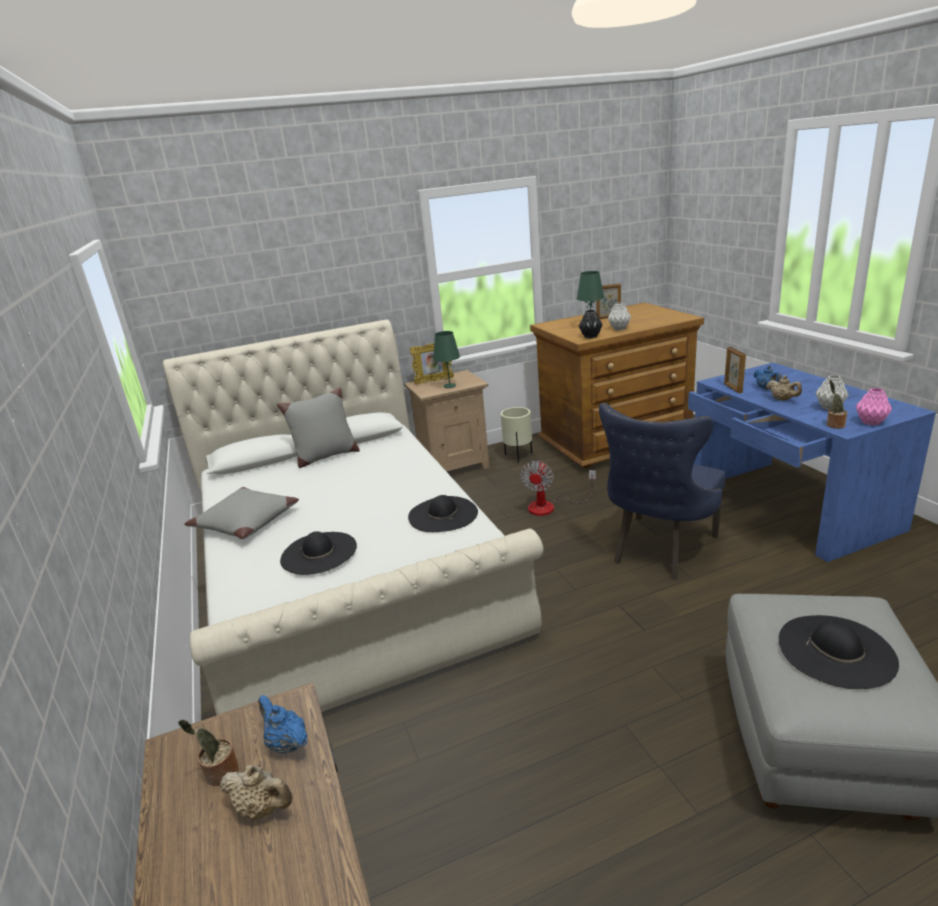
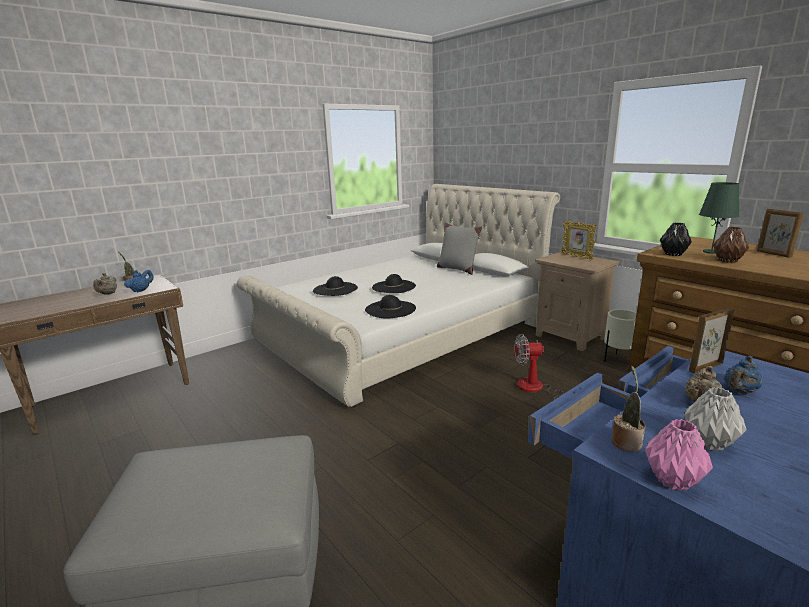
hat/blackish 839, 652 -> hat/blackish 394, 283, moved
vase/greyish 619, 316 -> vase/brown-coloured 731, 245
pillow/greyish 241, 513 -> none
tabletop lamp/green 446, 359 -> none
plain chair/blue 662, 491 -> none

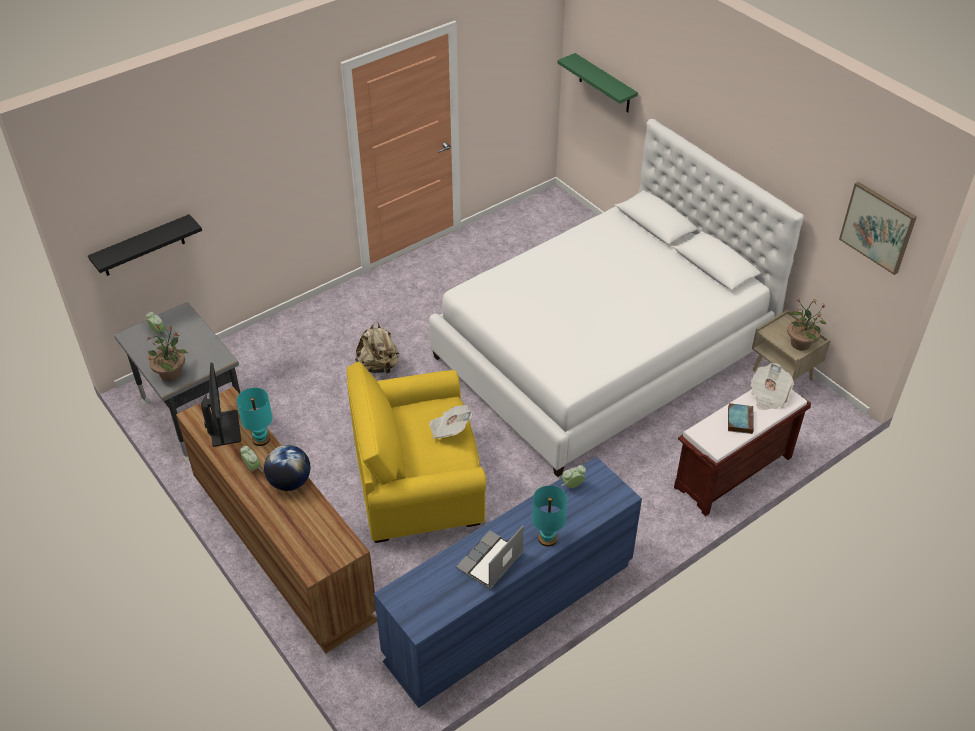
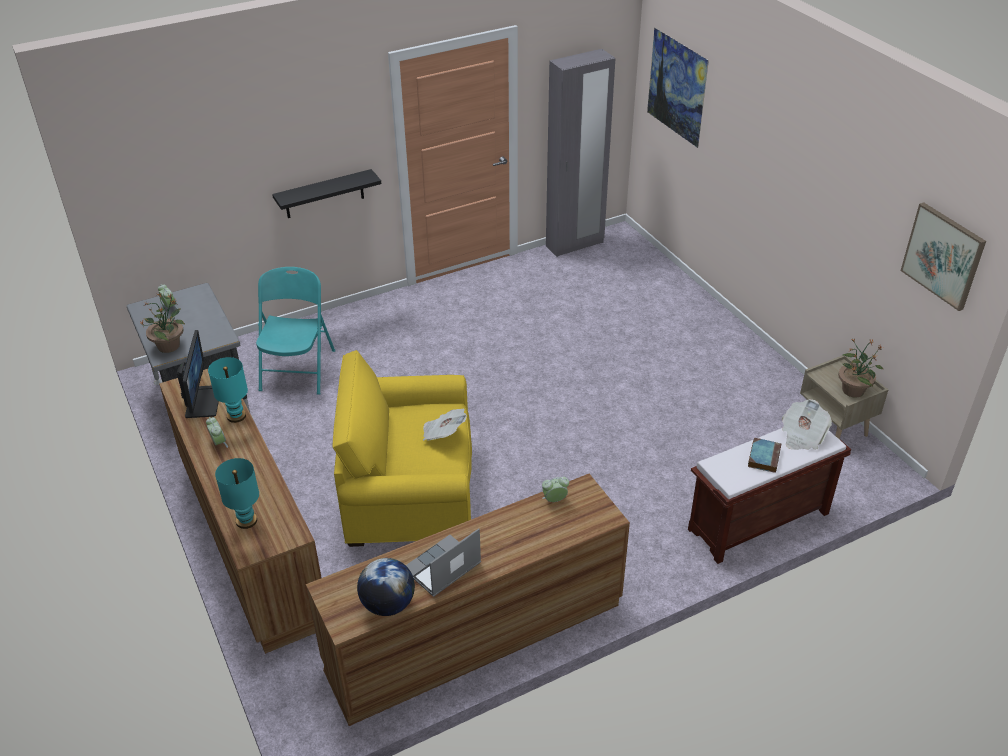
tabletop lamp/turquoise-coloured 549, 516 -> tabletop lamp/turquoise-coloured 237, 493, moved
none -> plain chair/turquoise-coloured 295, 331
bracket shelf/blackish 145, 245 -> bracket shelf/blackish 326, 193, moved
chest of drawers/blue 508, 582 -> chest of drawers/brown-coloured 468, 600
globe 287, 468 -> globe 386, 587, moved
none -> armoire/greyish 580, 153
bracket shelf/green 597, 82 -> picture 678, 87
backpack/sand-coloured 377, 348 -> none
sleeping bed/white-coloured 616, 298 -> none

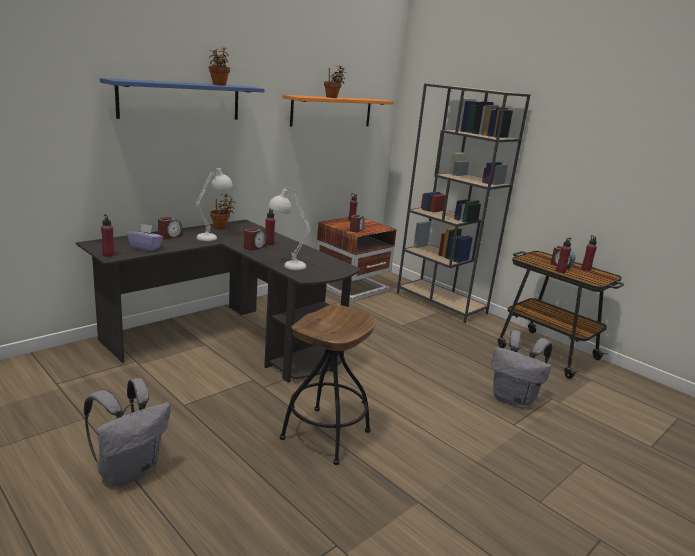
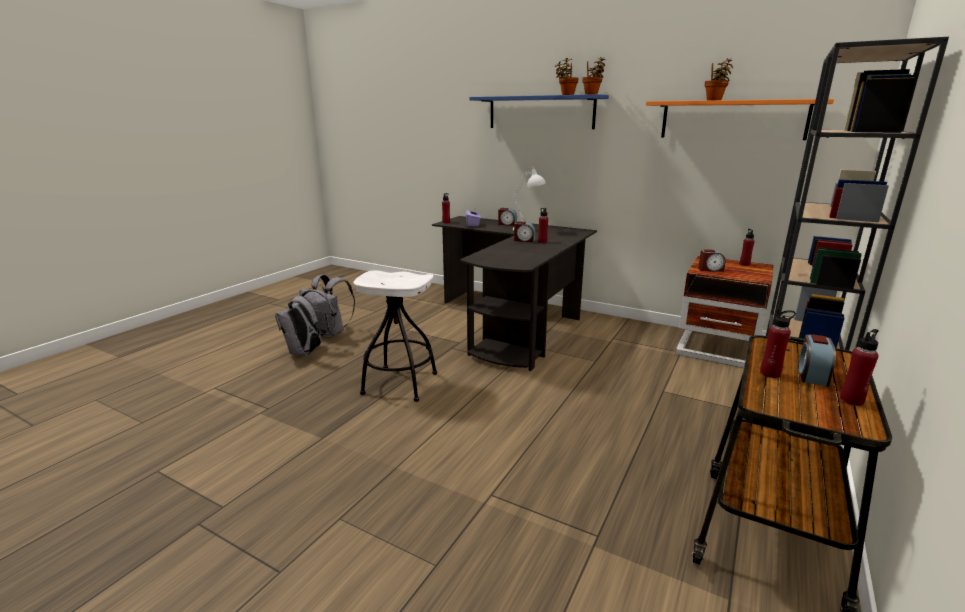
backpack/greyish 521, 369 -> backpack/greyish 305, 322, moved
stool/brown-coloured 328, 385 -> stool/white-coloured 395, 336
plant in a pot 223, 211 -> plant in a pot 594, 76, moved
tabletop lamp/white-coloured 289, 228 -> none

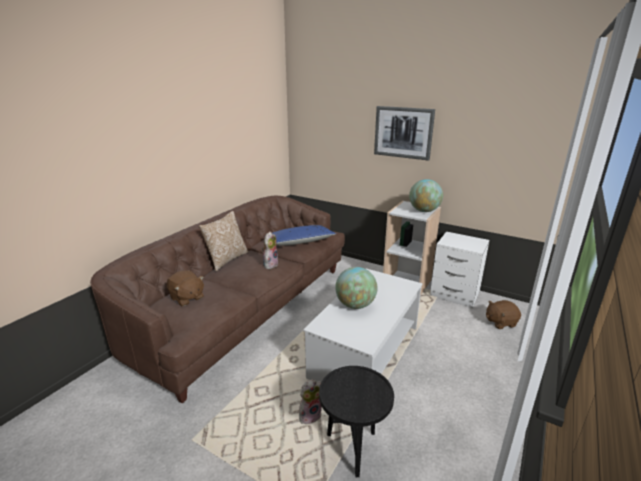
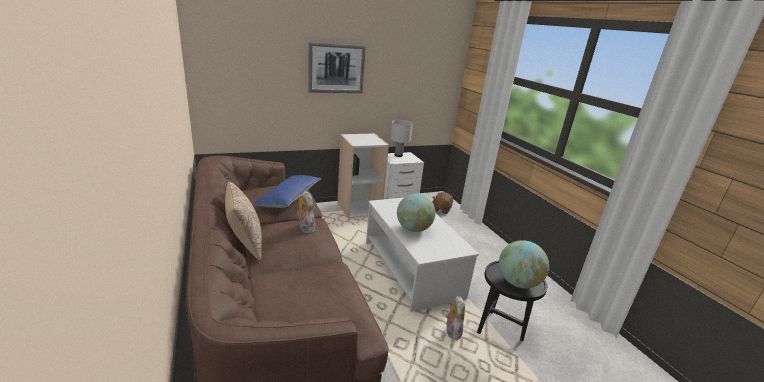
none -> tabletop lamp/white-coloured 401, 138
globe 426, 195 -> globe 524, 264, moved
cuddly toy/brown-coloured 185, 289 -> none

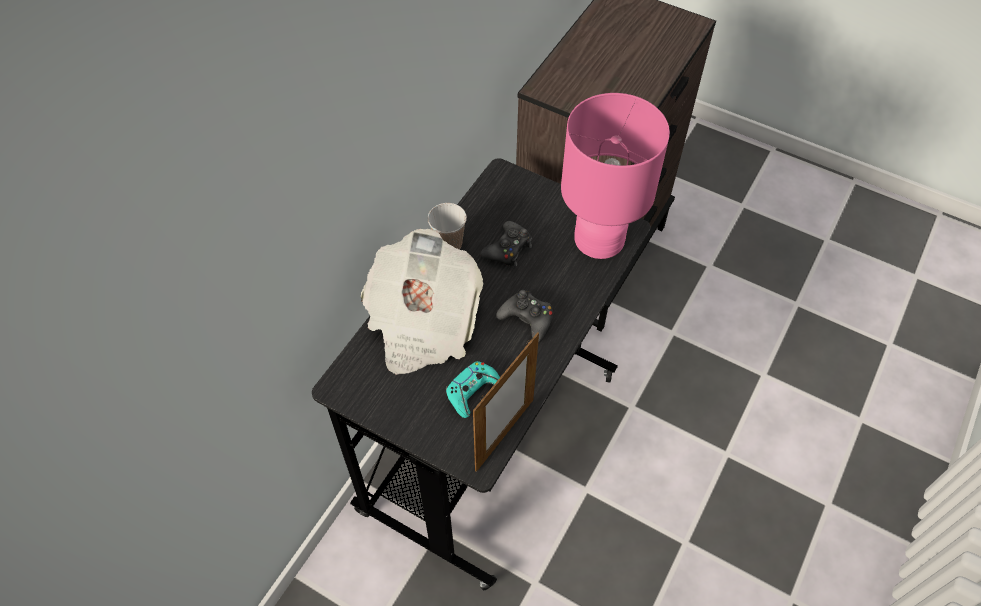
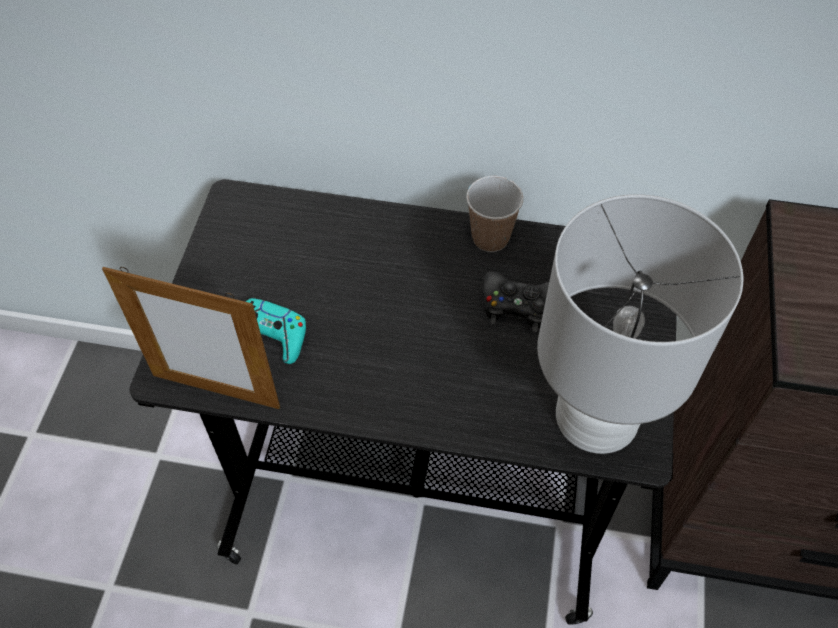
tabletop lamp/pinkish 615, 176 -> tabletop lamp/greyish 640, 324
newspaper 422, 302 -> none
gamepad/blackish 525, 316 -> none

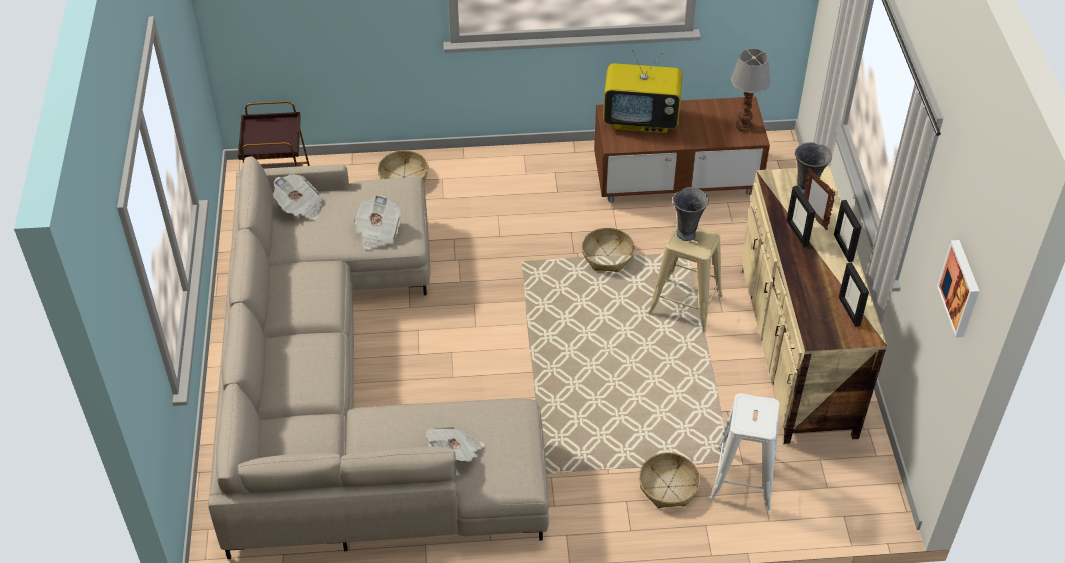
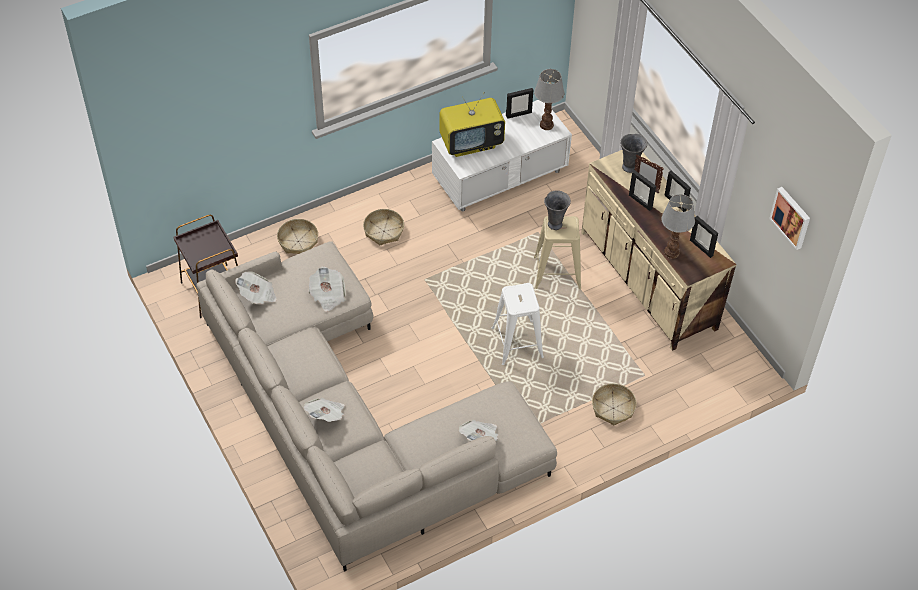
none -> newspaper 324, 410
storage basket 608, 250 -> storage basket 383, 227, moved
tv stand/brown-coloured 682, 150 -> tv stand/white-coloured 502, 155
stool/white-coloured 745, 451 -> stool/white-coloured 518, 324, moved
none -> standing frame 519, 103
none -> tabletop lamp 678, 226

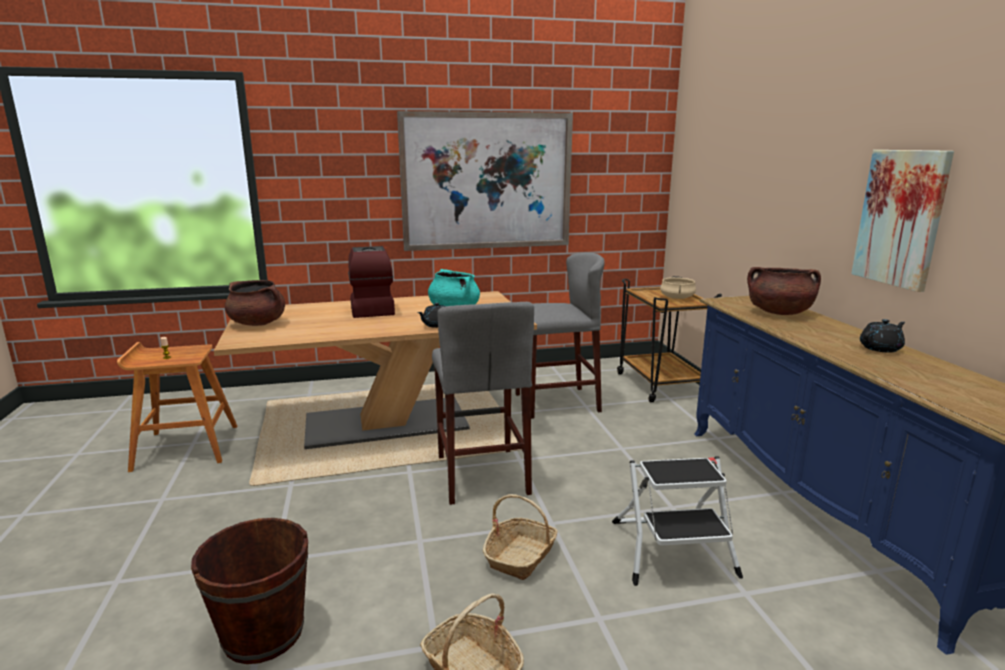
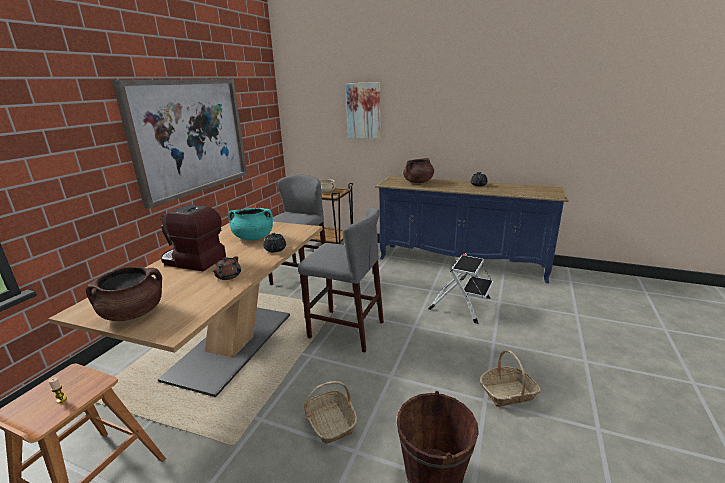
none -> pot for tea/brown-coloured 226, 268
storage basket 520, 537 -> storage basket 330, 412, moved
picture 902, 221 -> picture 363, 110, moved

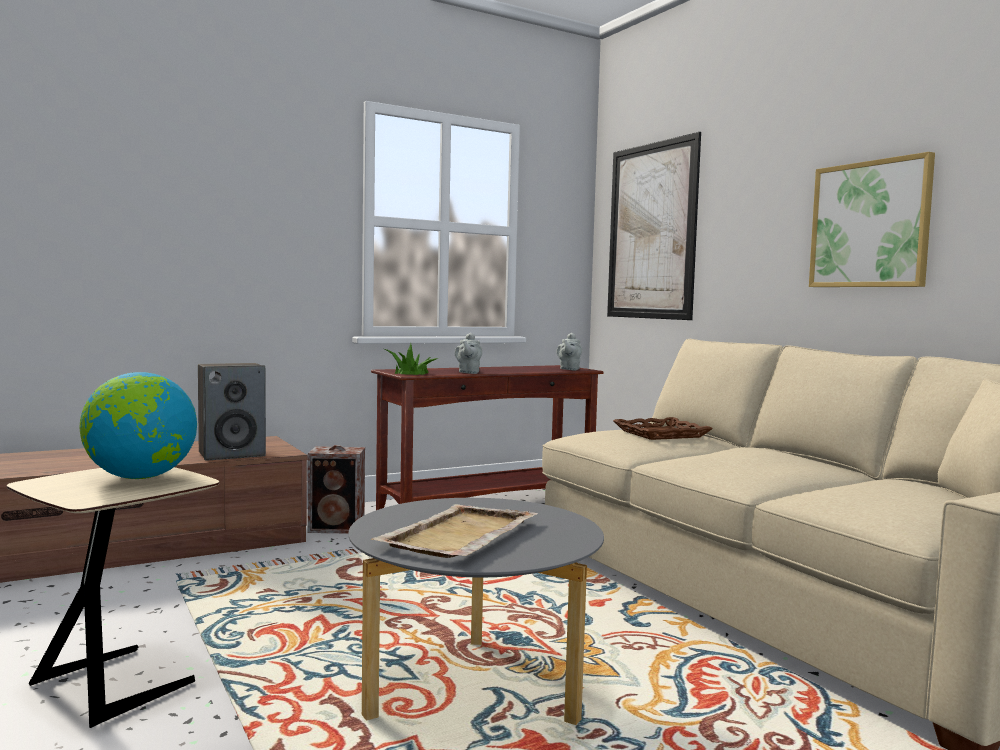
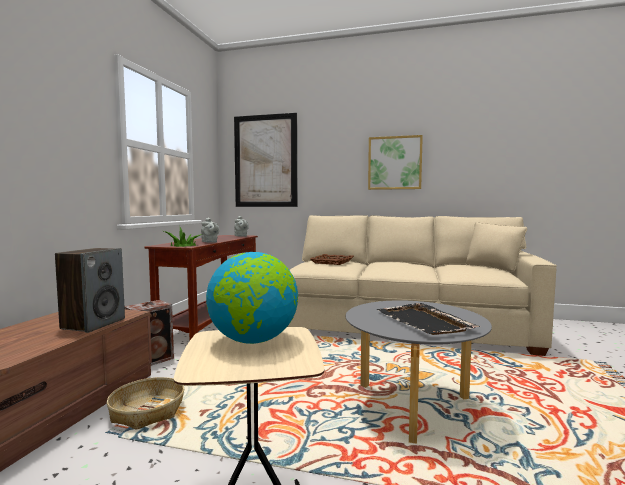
none -> storage basket 145, 403
carrying tray/sand-coloured 454, 531 -> carrying tray/blackish 428, 319

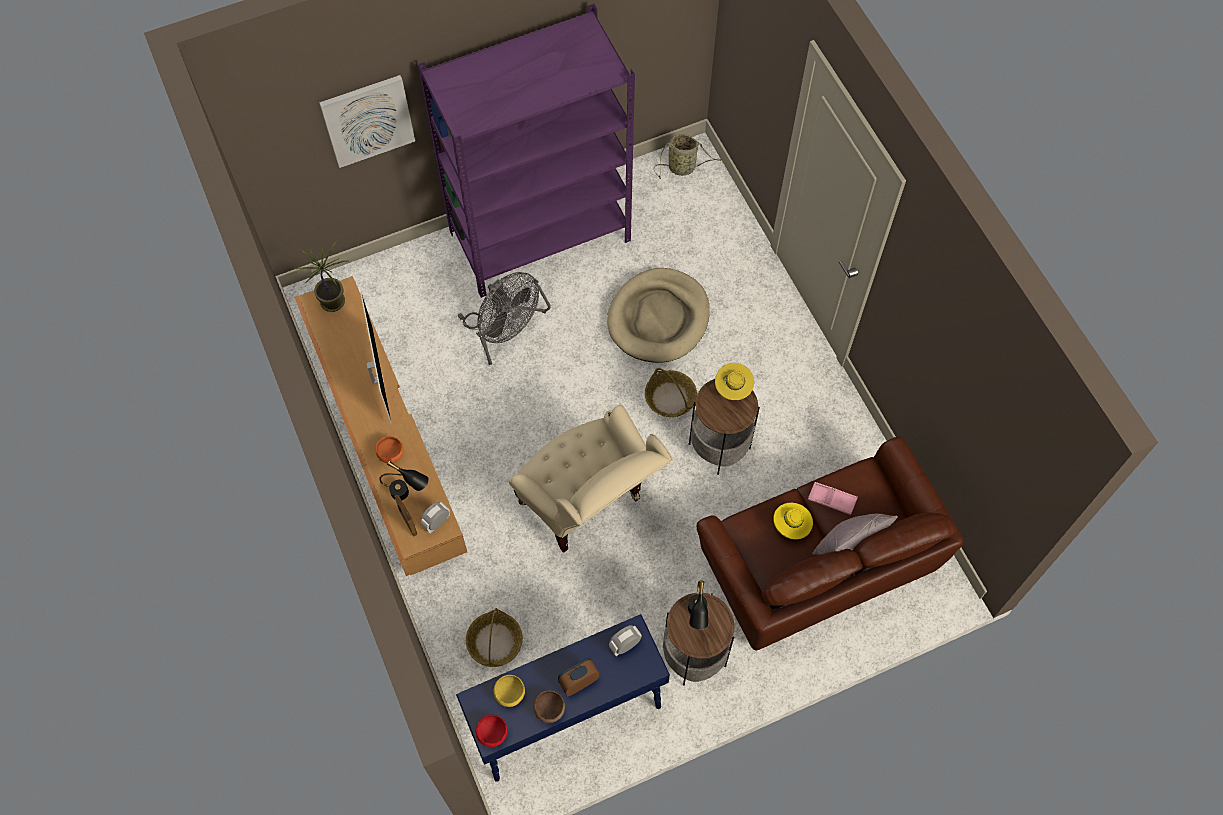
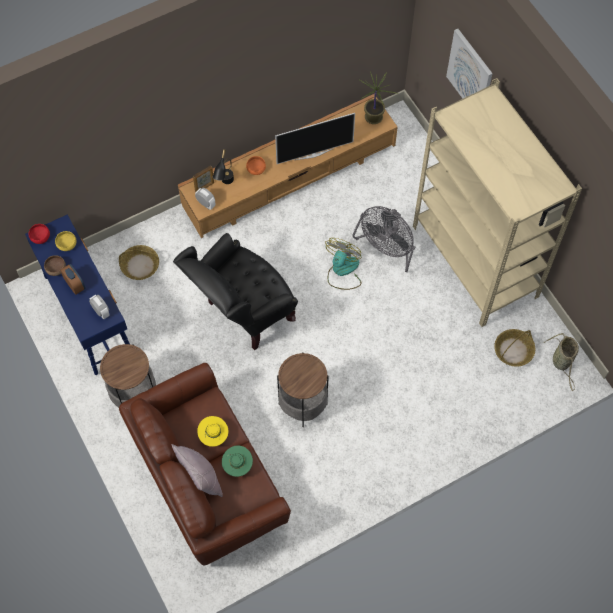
armchair/sand-coloured 591, 479 -> armchair/blackish 235, 291
carrying tray/pinkish 833, 498 -> hat/green 237, 461
none -> electric fan 343, 264
bookshelf/purple 526, 150 -> bookshelf/sand-coloured 497, 202
storage basket 671, 392 -> storage basket 514, 348, moved
pet bed/sand-coloured 658, 315 -> none
tabletop lamp/blackish 698, 605 -> none
hat/yellowish 734, 381 -> none

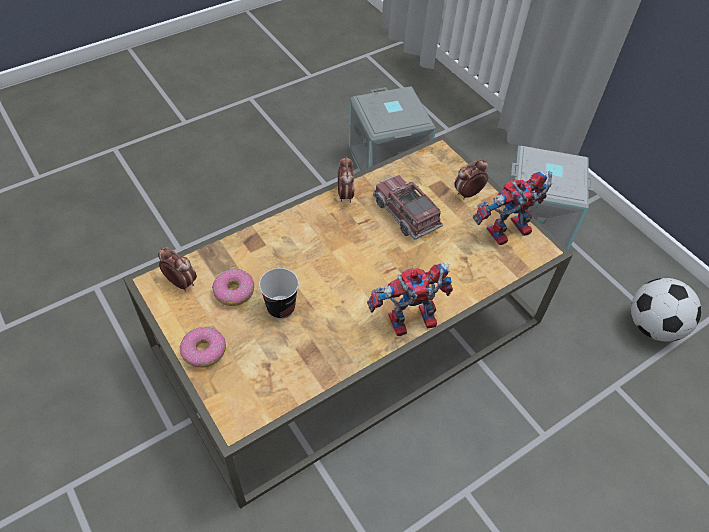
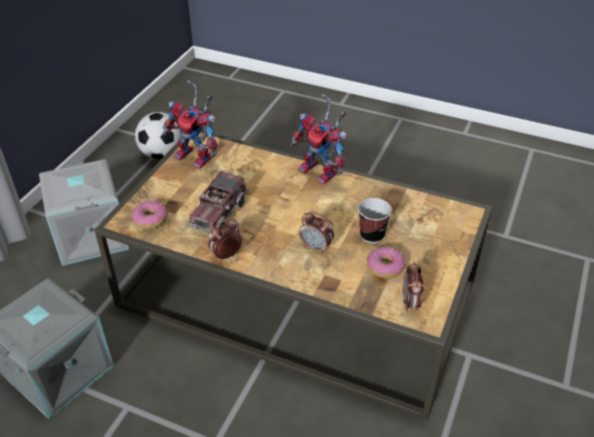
donut 202, 347 -> donut 150, 215, moved
table clock 471, 179 -> table clock 316, 232, moved

